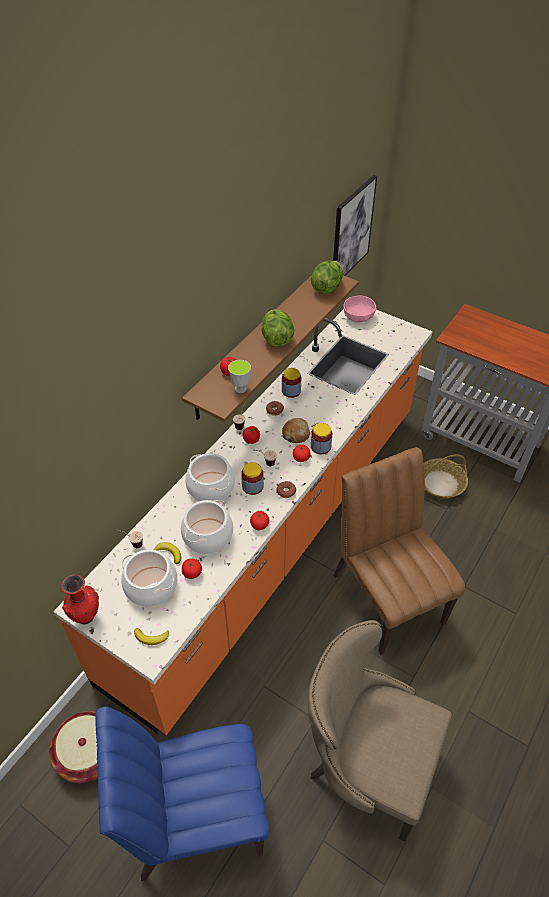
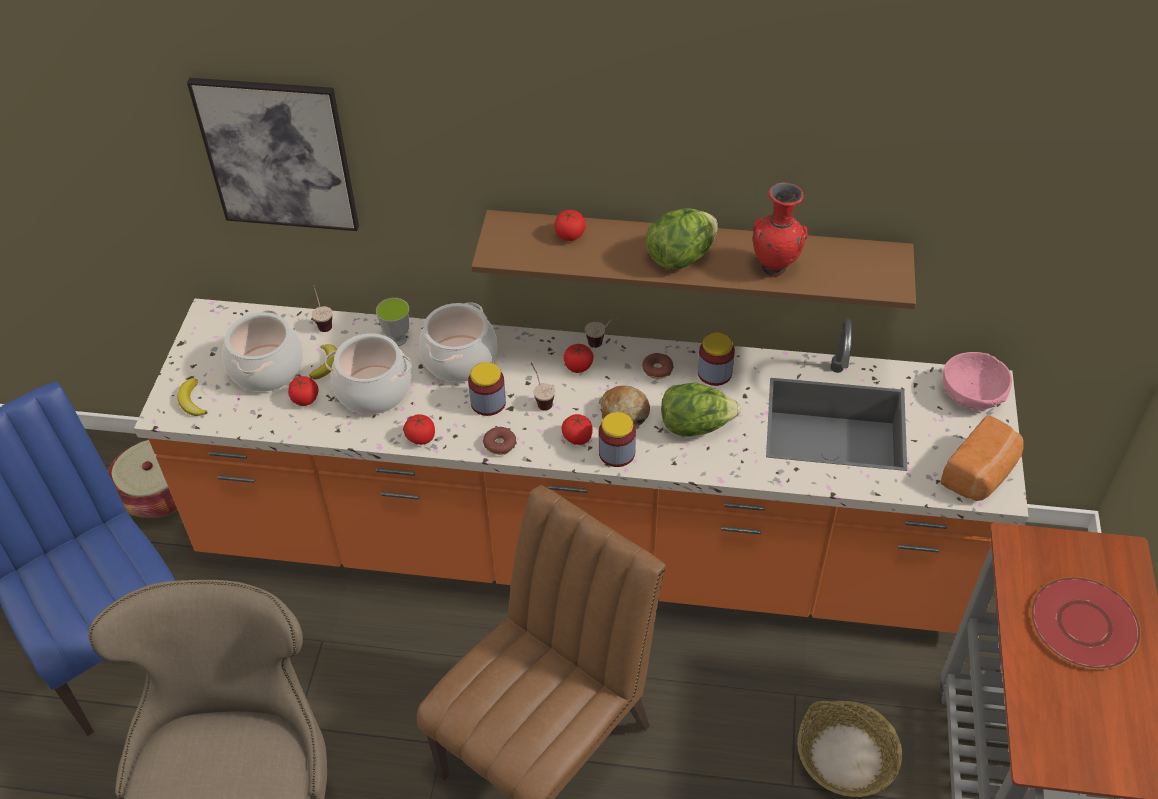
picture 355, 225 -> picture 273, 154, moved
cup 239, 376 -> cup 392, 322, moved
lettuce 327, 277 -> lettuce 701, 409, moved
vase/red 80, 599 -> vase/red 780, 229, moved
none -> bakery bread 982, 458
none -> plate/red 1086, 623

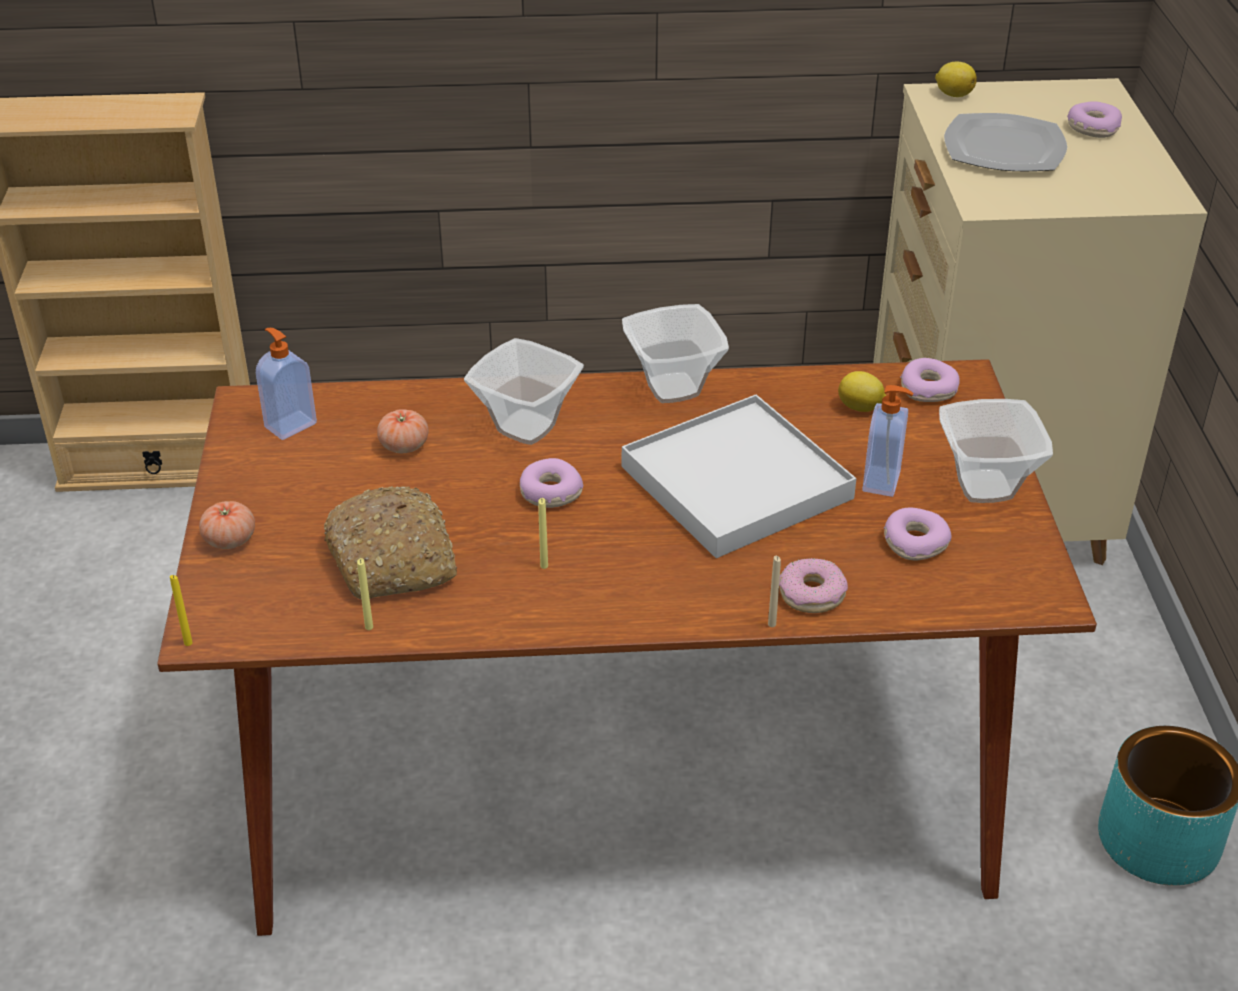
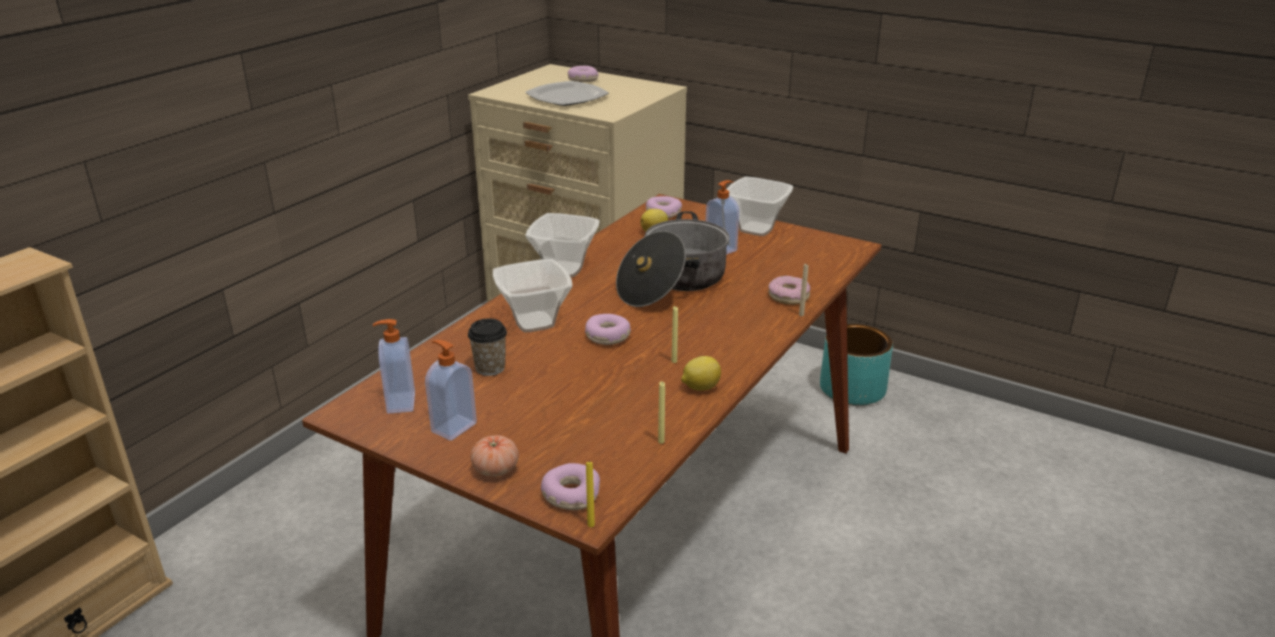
none -> soap dispenser 451, 390
tomato 403, 431 -> cup 487, 347
donut 917, 533 -> donut 570, 486, moved
carrying tray/white-coloured 739, 476 -> saucepot 673, 259
citrus fruit 956, 79 -> citrus fruit 701, 373, moved
bakery bread 390, 542 -> none

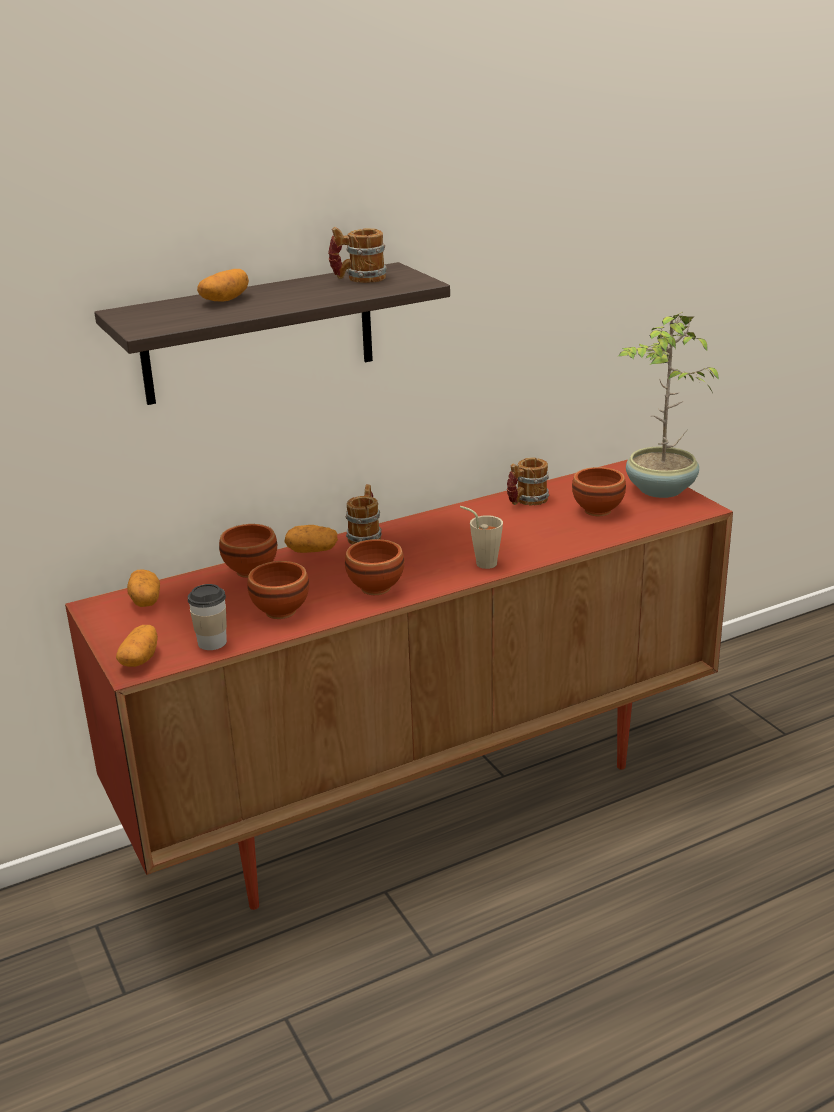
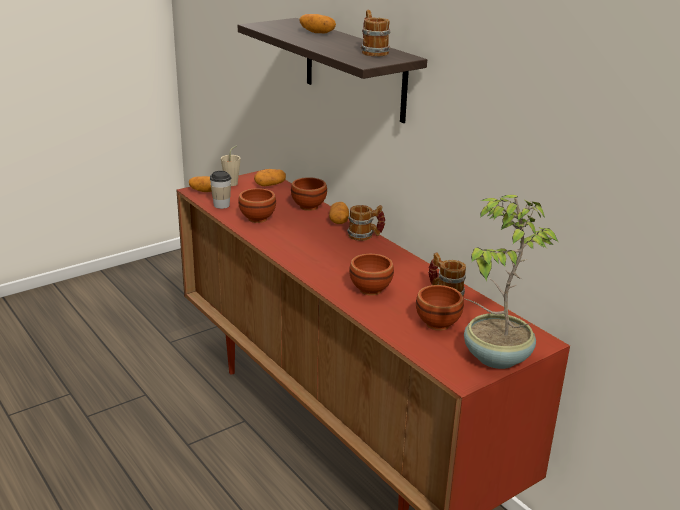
cup/sand-coloured 481, 537 -> cup/sand-coloured 230, 165, moved
bowl/brown-coloured 374, 567 -> bowl/brown-coloured 371, 275, moved

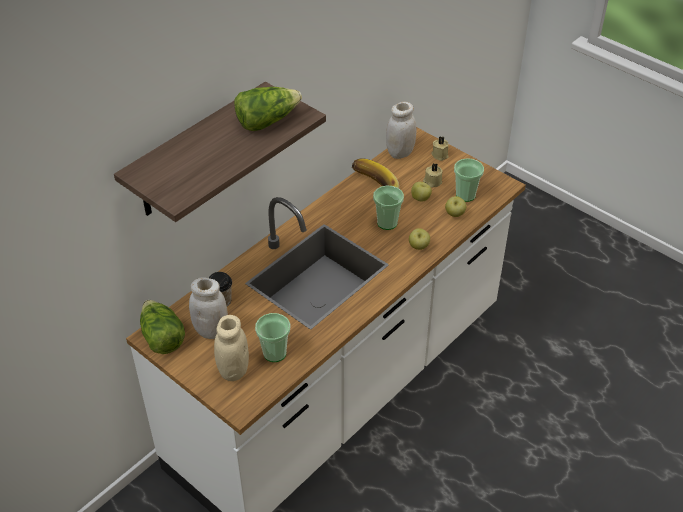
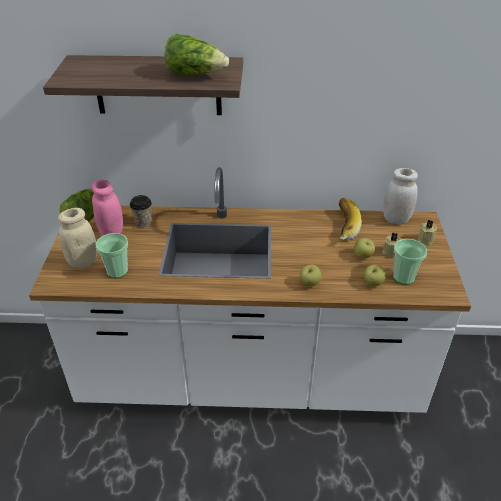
jar/white-coloured 208, 308 -> jar/pinkish 107, 208
cup 388, 208 -> none

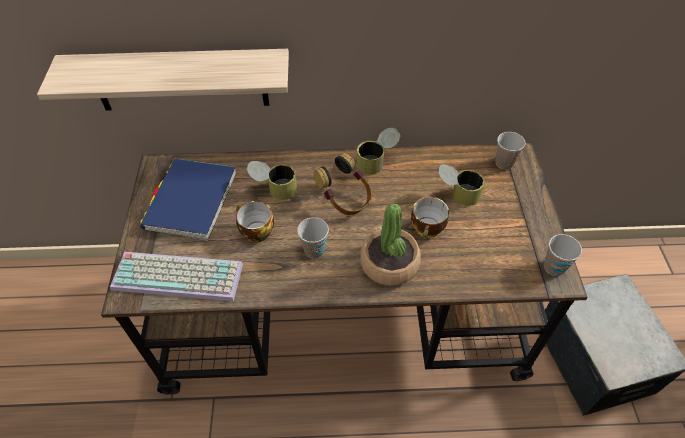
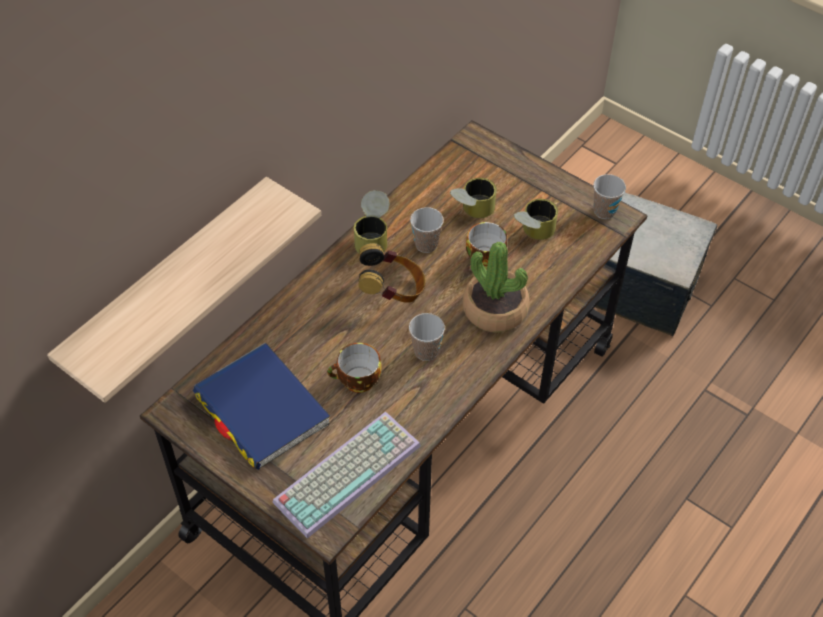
cup 510, 151 -> cup 427, 230, moved
sealed can 272, 180 -> sealed can 536, 219, moved

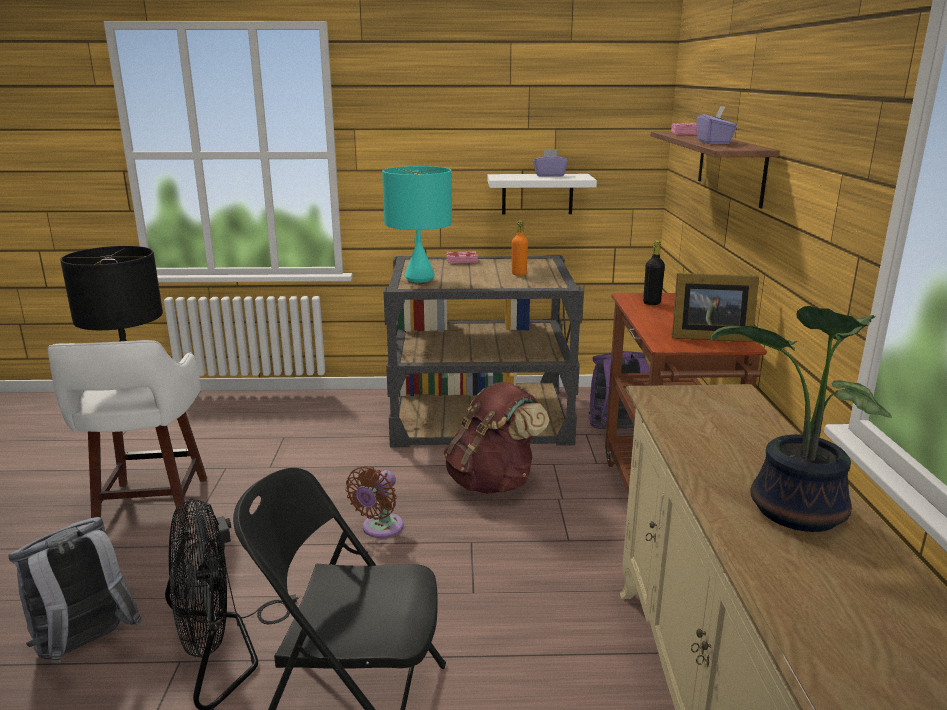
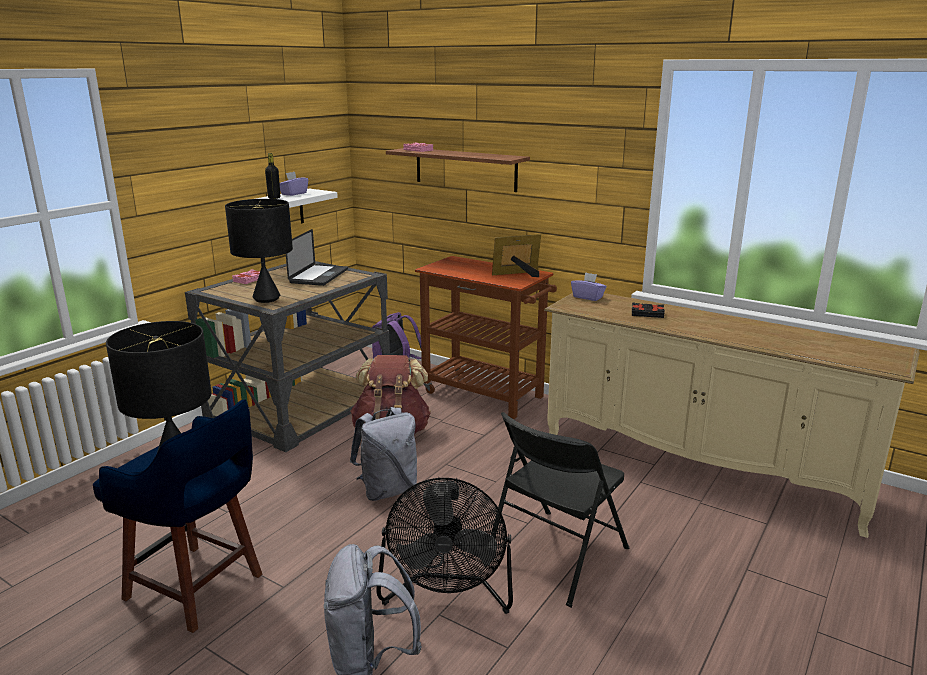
stool/white-coloured 127, 433 -> stool/blue 177, 516
tabletop lamp/turquoise-coloured 417, 224 -> tabletop lamp/blackish 259, 251
beverage bottle/blackish 654, 272 -> beverage bottle/blackish 272, 176, moved
beverage bottle/orangey 520, 248 -> notebook computer 317, 257
electric fan/brown-coloured 374, 502 -> backpack/greyish 383, 454
standing frame 715, 307 -> standing frame 516, 255, 150 degrees counterclockwise
tissue holder/purple 717, 125 -> tissue holder/purple 589, 286, moved
none -> bound book/blackish 648, 310
plant in a pot 801, 419 -> none

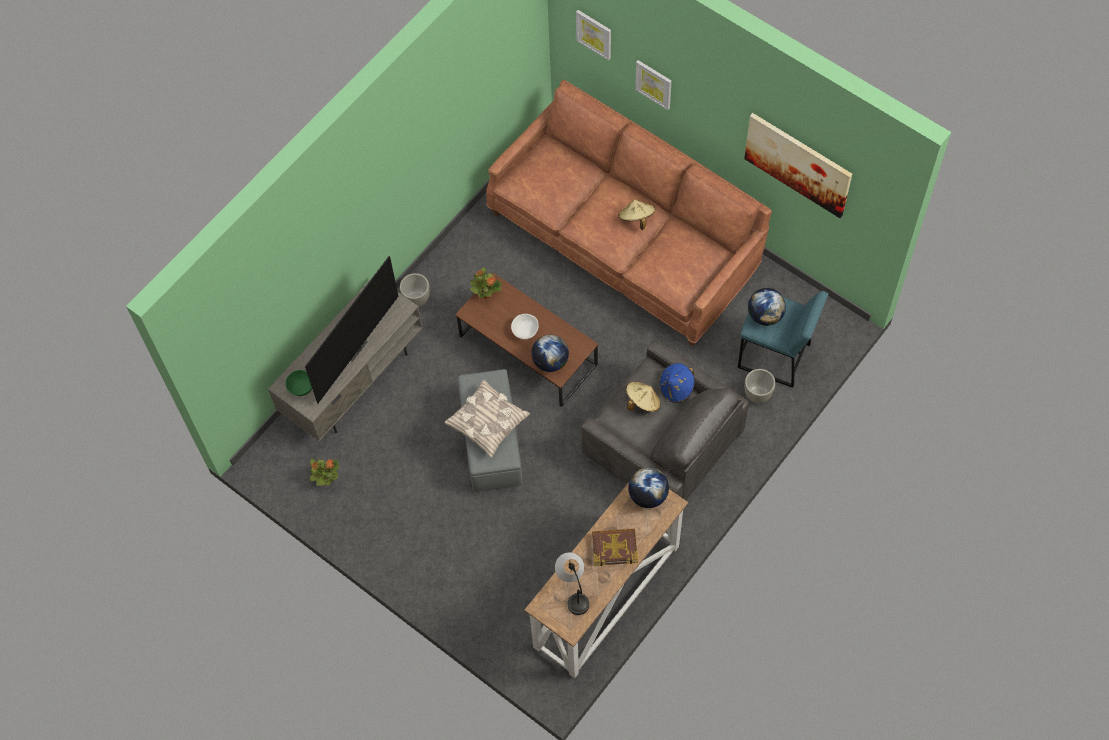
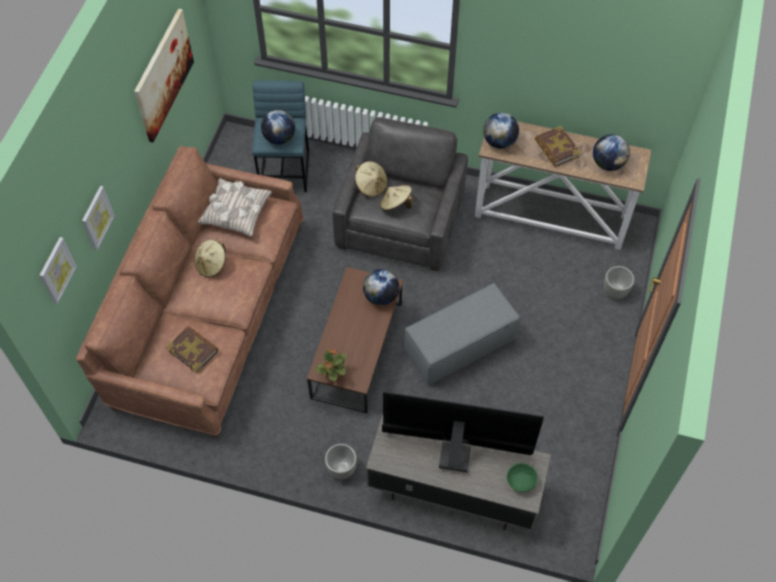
none -> bound book 192, 349
pillow/sand-coloured 487, 419 -> pillow/sand-coloured 235, 207, moved
hat/blue 677, 383 -> hat/sand-coloured 371, 179
tabletop lamp 572, 583 -> globe 611, 152
plant pot/greyish 760, 386 -> plant pot/greyish 619, 282, moved
plant in a pot 324, 472 -> none
bowl/white-coloured 525, 326 -> none

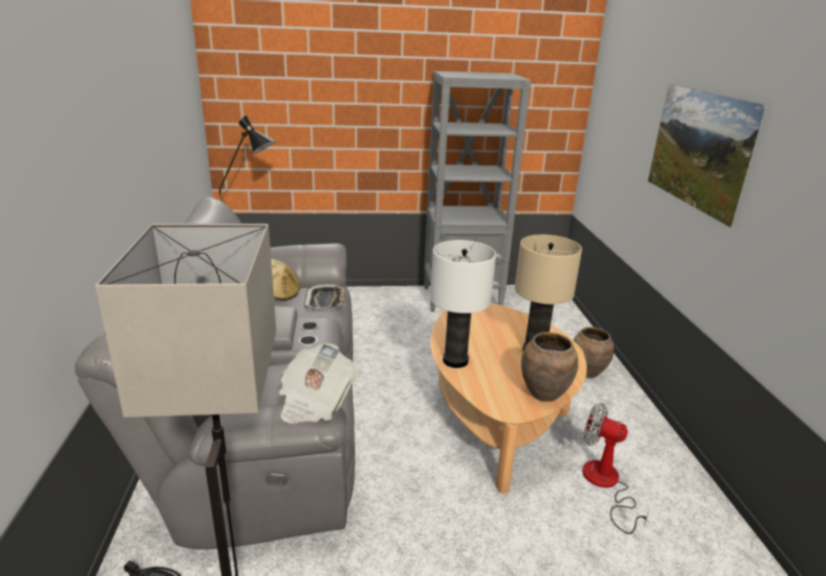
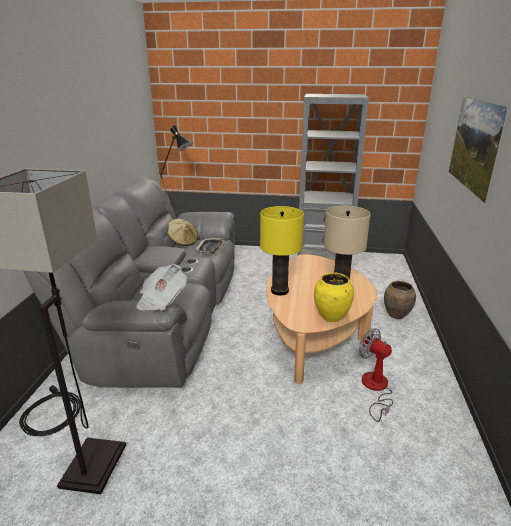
tabletop lamp/white-coloured 463, 304 -> tabletop lamp/yellowish 282, 250
vase/brown-coloured 549, 367 -> vase/yellowish 334, 297

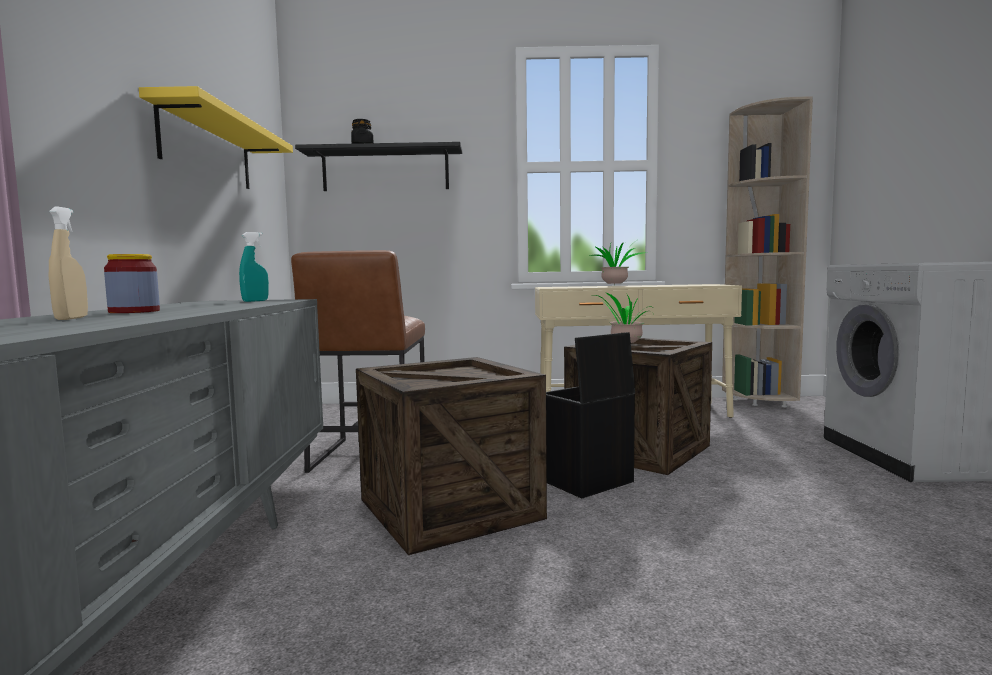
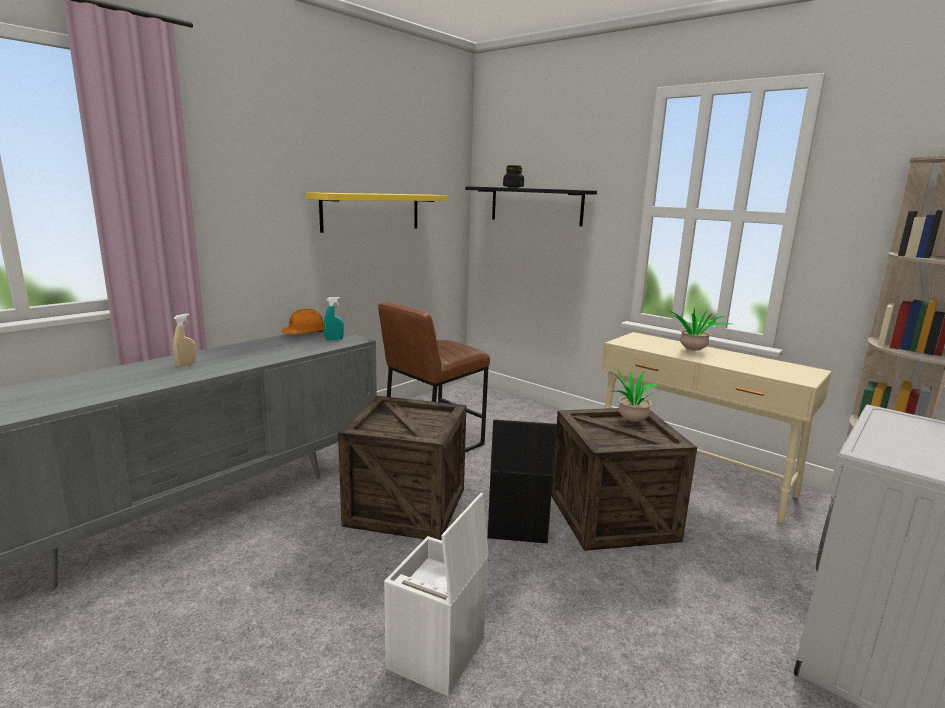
none -> safety helmet/orangey 302, 321
none -> storage box/white-coloured 436, 594
jar 132, 283 -> none

